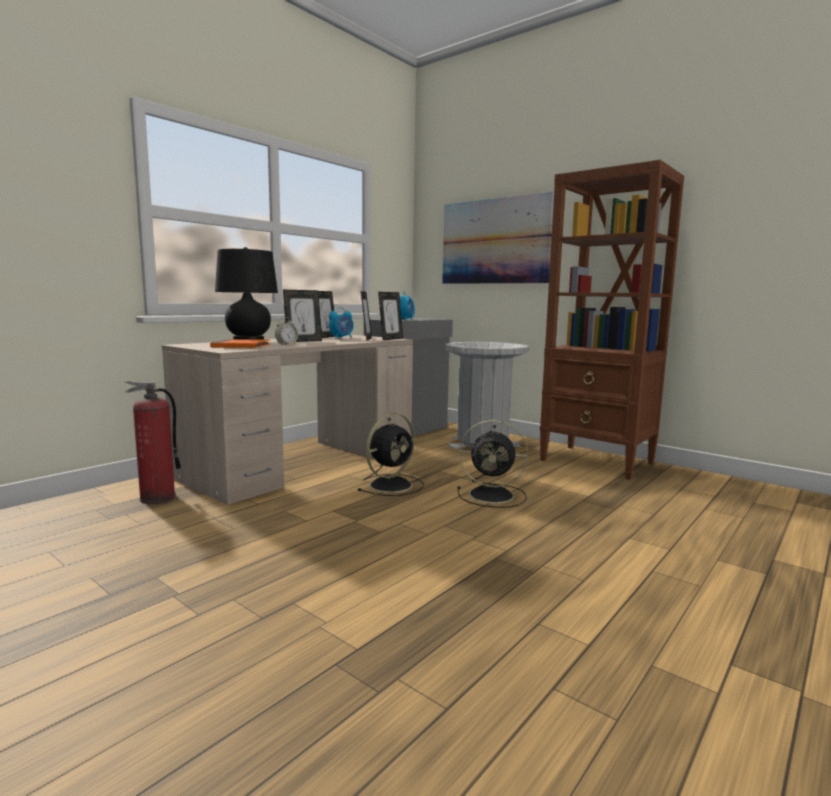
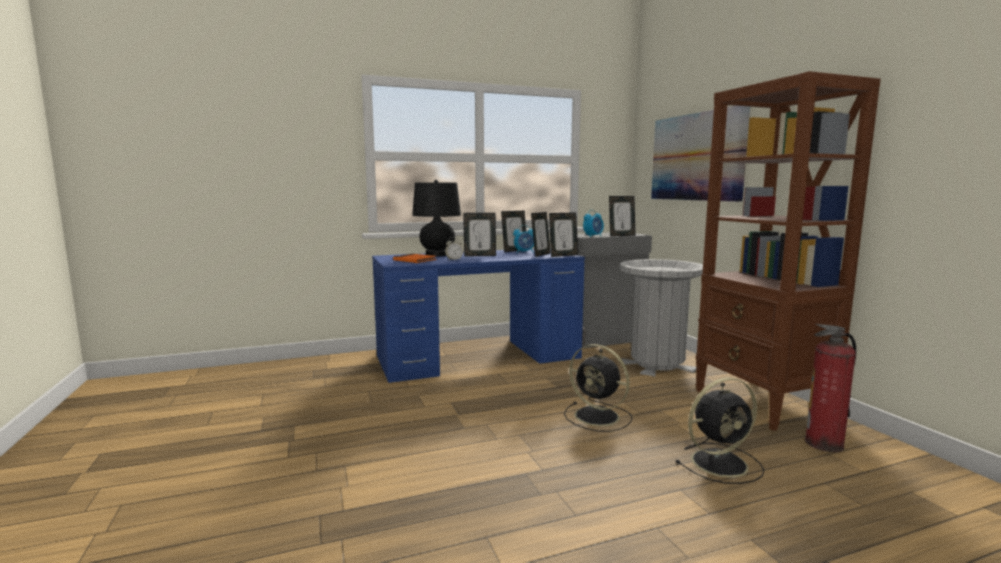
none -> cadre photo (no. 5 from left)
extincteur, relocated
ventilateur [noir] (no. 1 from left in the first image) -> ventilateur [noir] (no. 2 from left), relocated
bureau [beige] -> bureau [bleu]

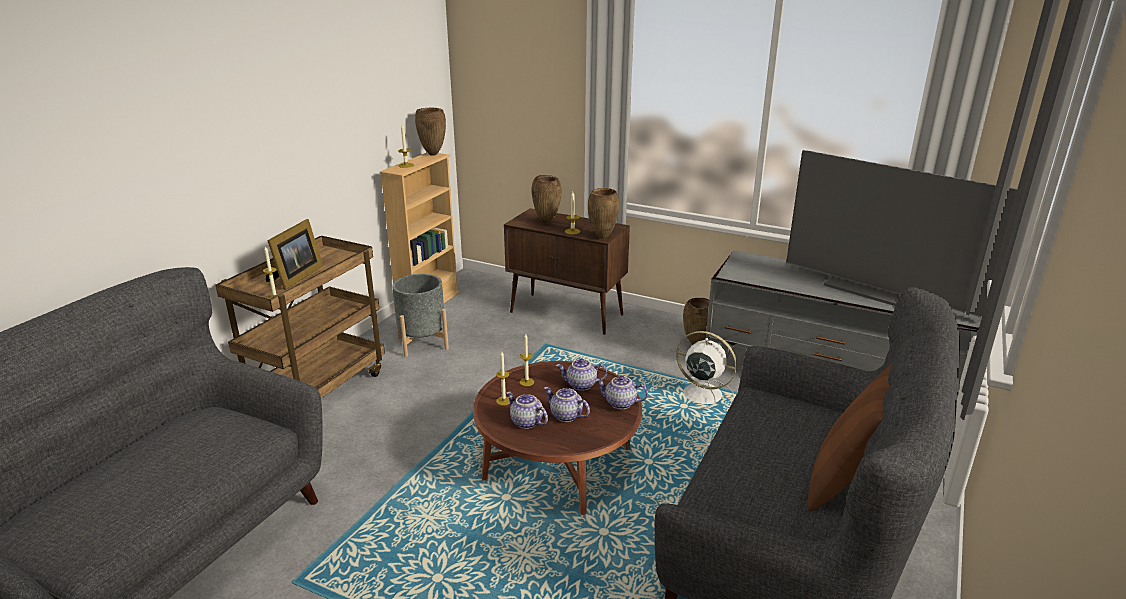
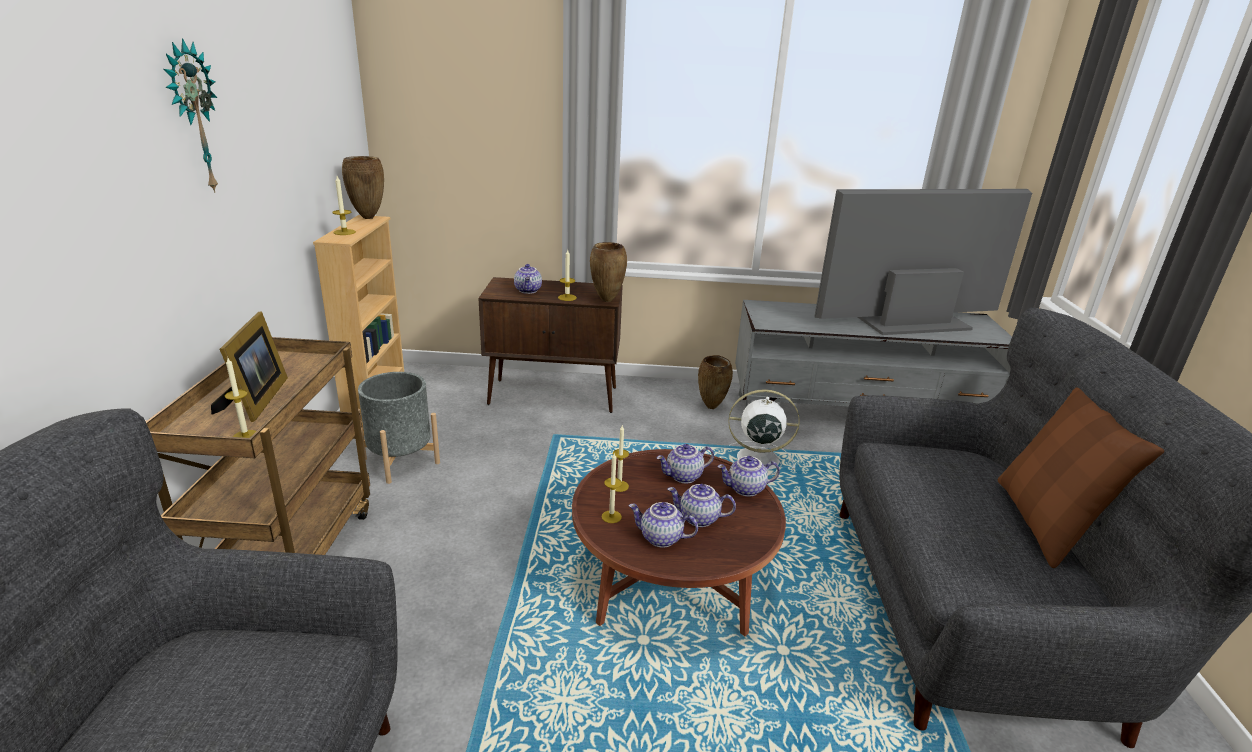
none -> horloge murale
vase [marron] (no. 2 from left) -> théière (no. 1 from left)
téléviseur, 150 degrees clockwise

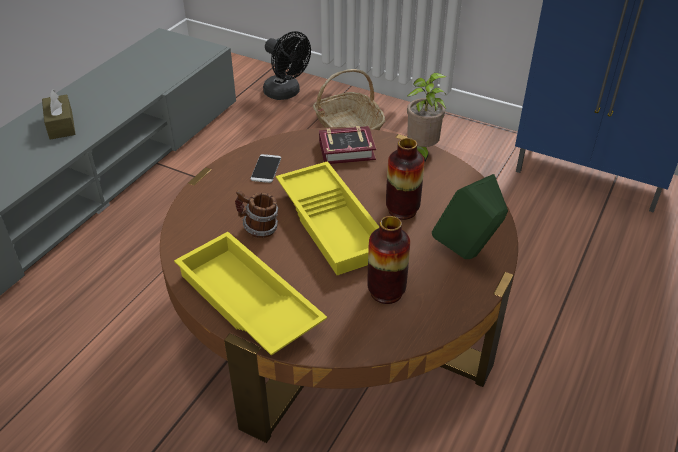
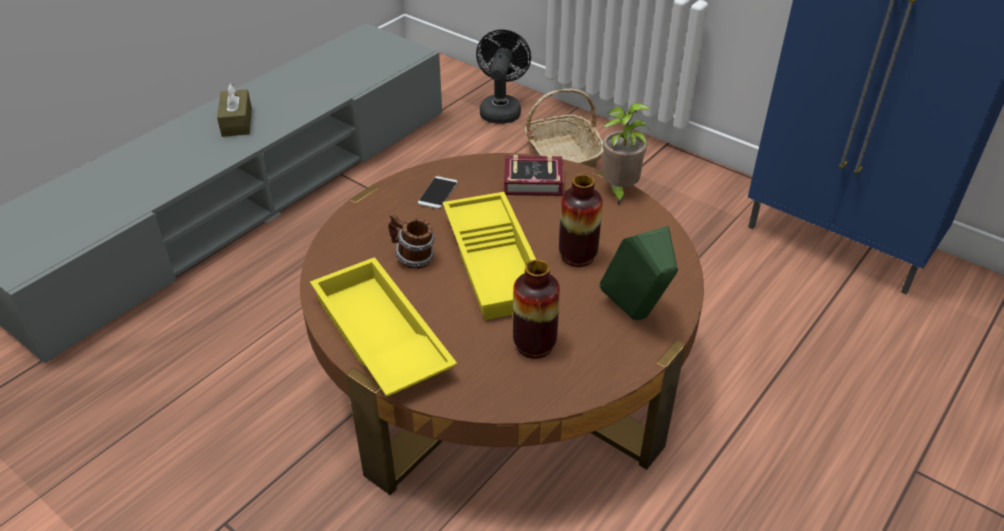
ventilateur [noir], 135 degrees counterclockwise

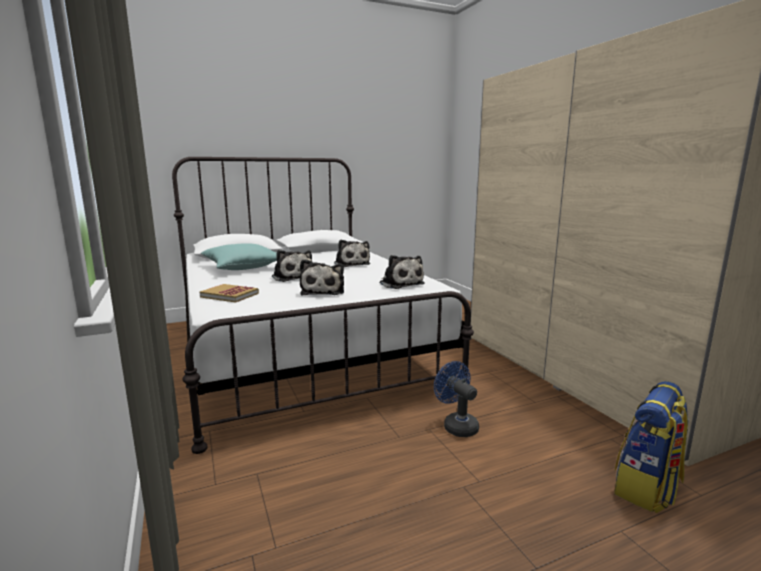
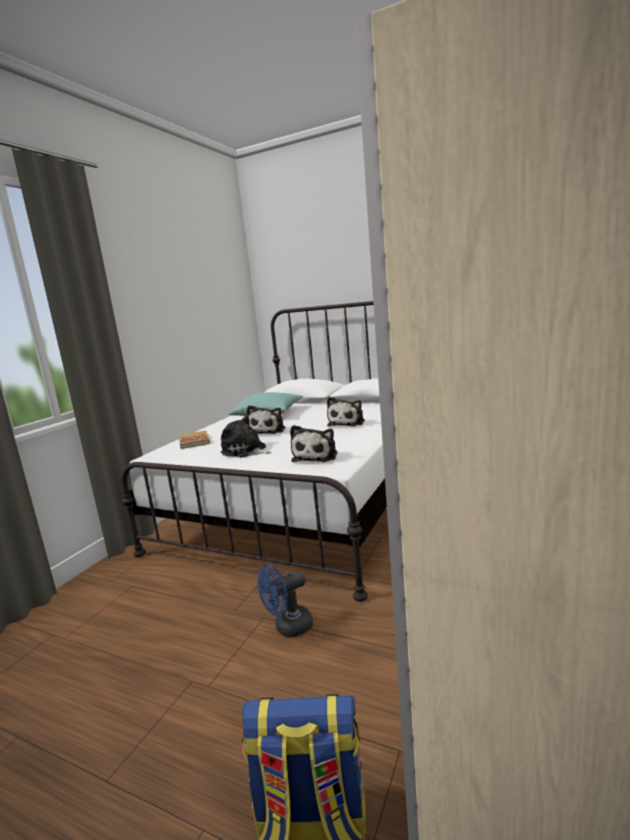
peluche (no. 2 from left in the first image) -> peluche (no. 1 from left), 75 degrees clockwise
ventilateur [bleu], 135 degrees counterclockwise

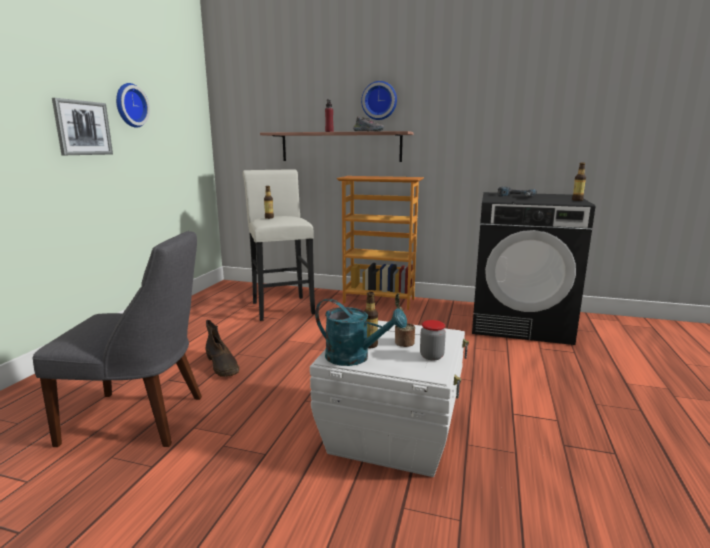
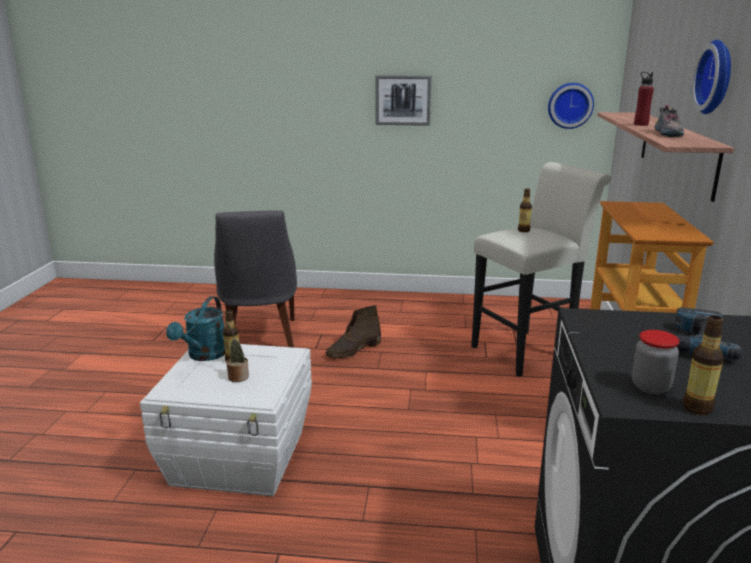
horloge murale (no. 1 from left), relocated
bocal, relocated

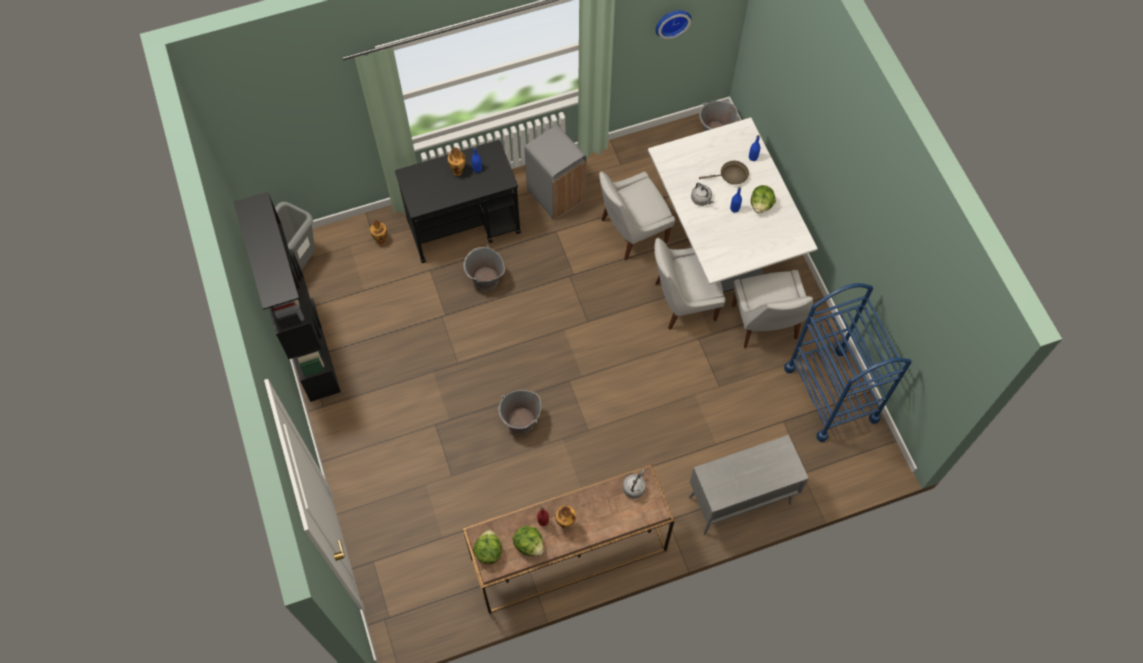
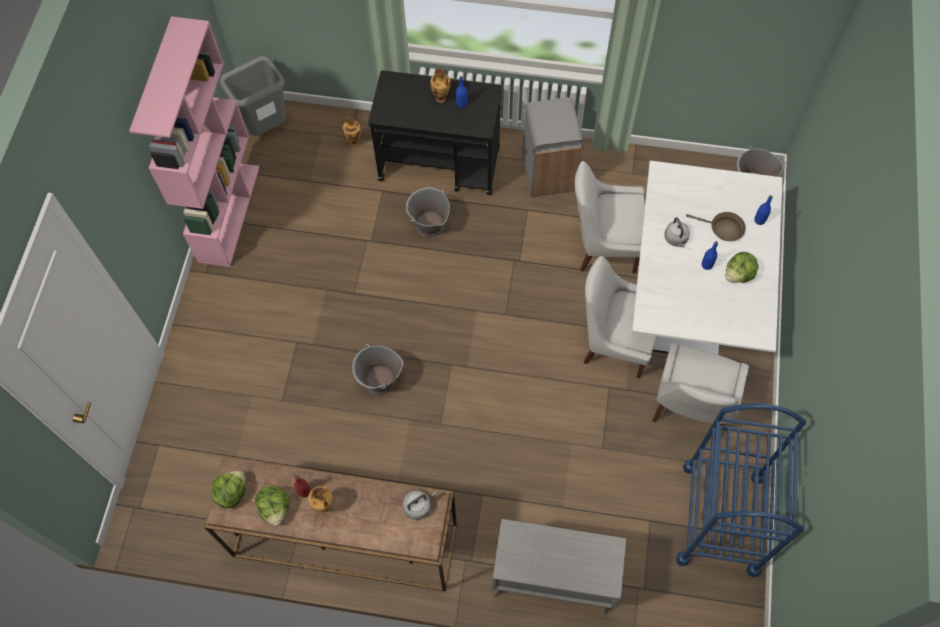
horloge murale -> none
bibliothèque [noir] -> bibliothèque [rose]

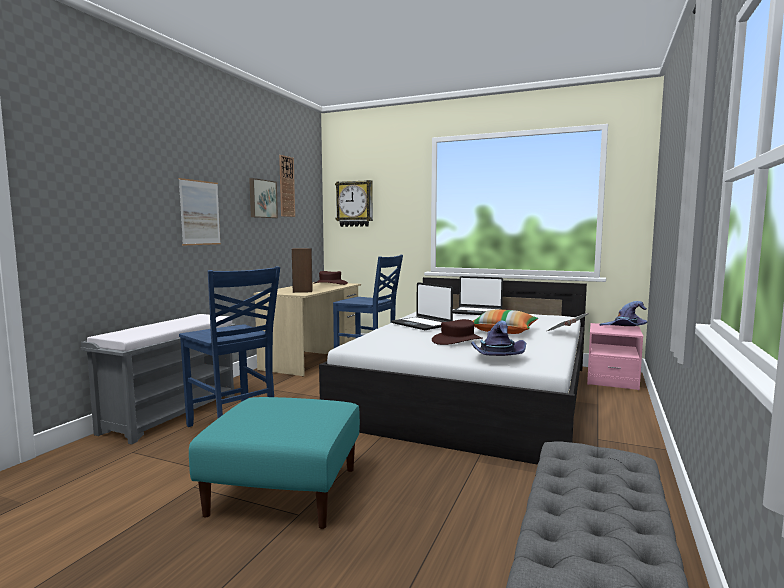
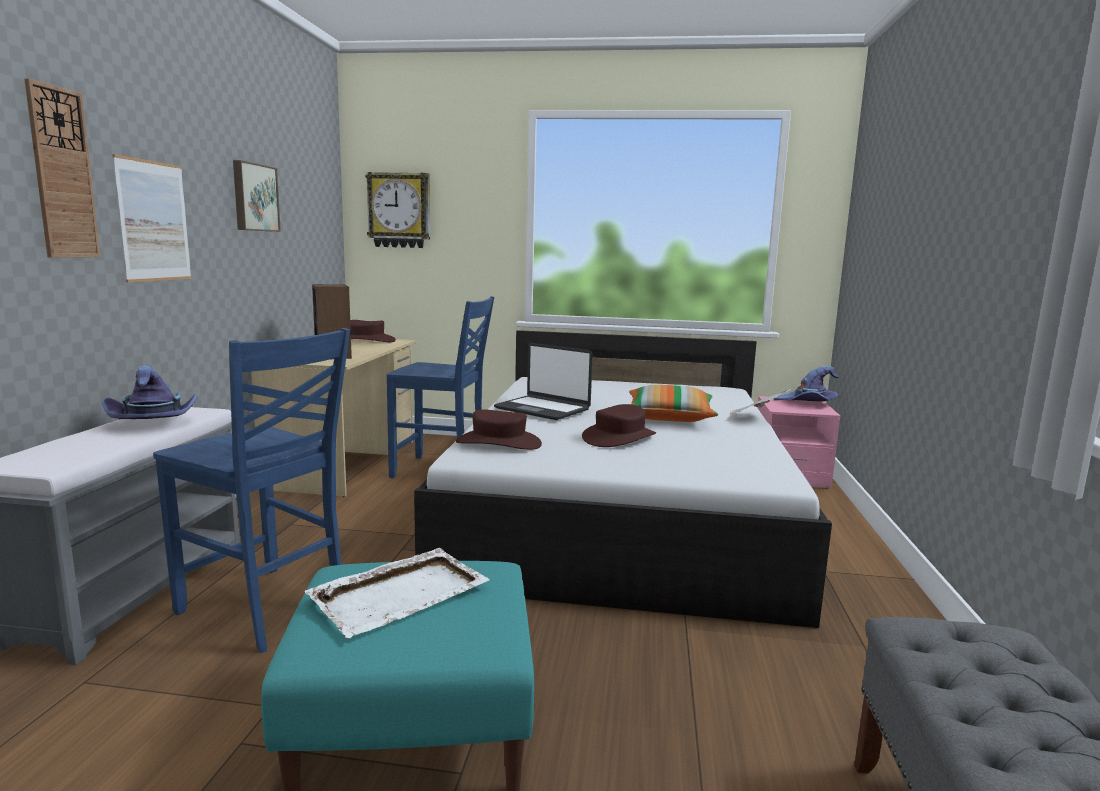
ordinateur portable (no. 2 from left) -> none
none -> plateau [blanc]
none -> chapeau [marron] (no. 2 from left)
horloge murale (no. 1 from left), relocated
chapeau [violet] (no. 1 from left), relocated

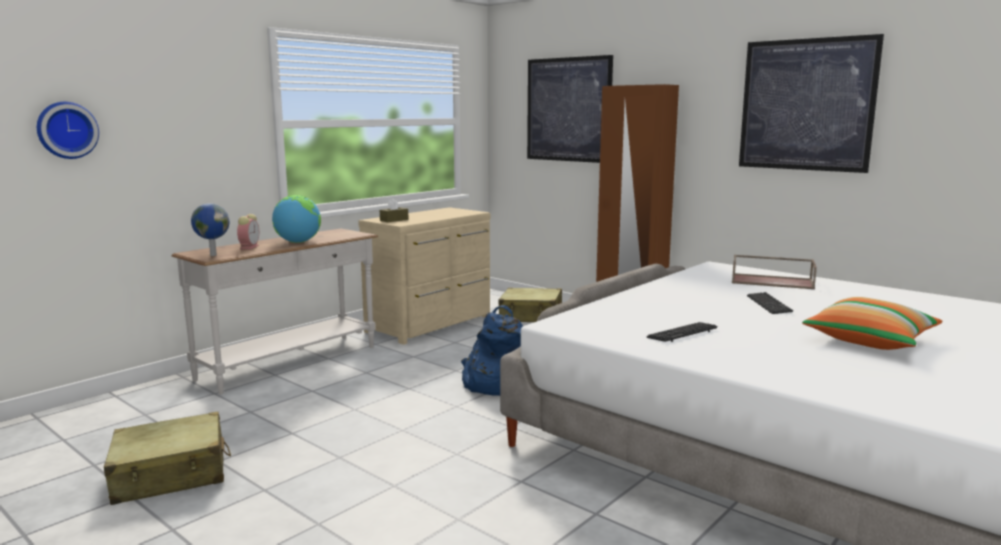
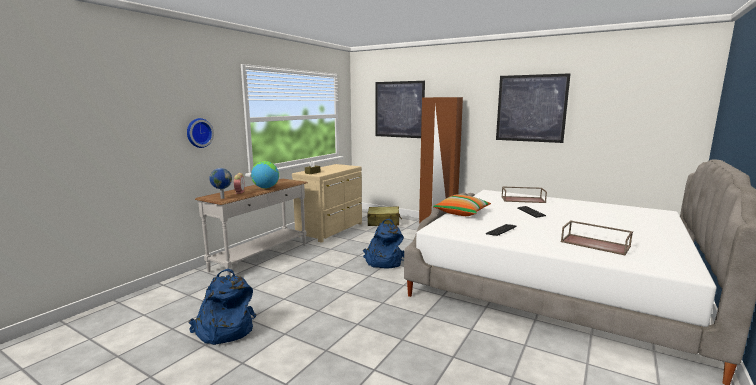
none -> plateau [marron] (no. 2 from left)
horloge murale, relocated
coussin, relocated
valise [beige] (no. 1 from left) -> sac à dos [bleu] (no. 1 from left)

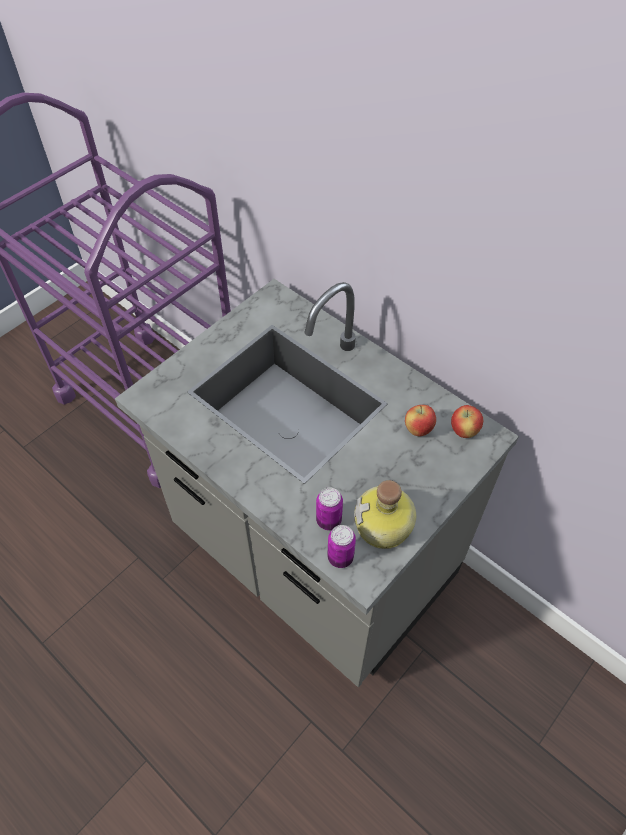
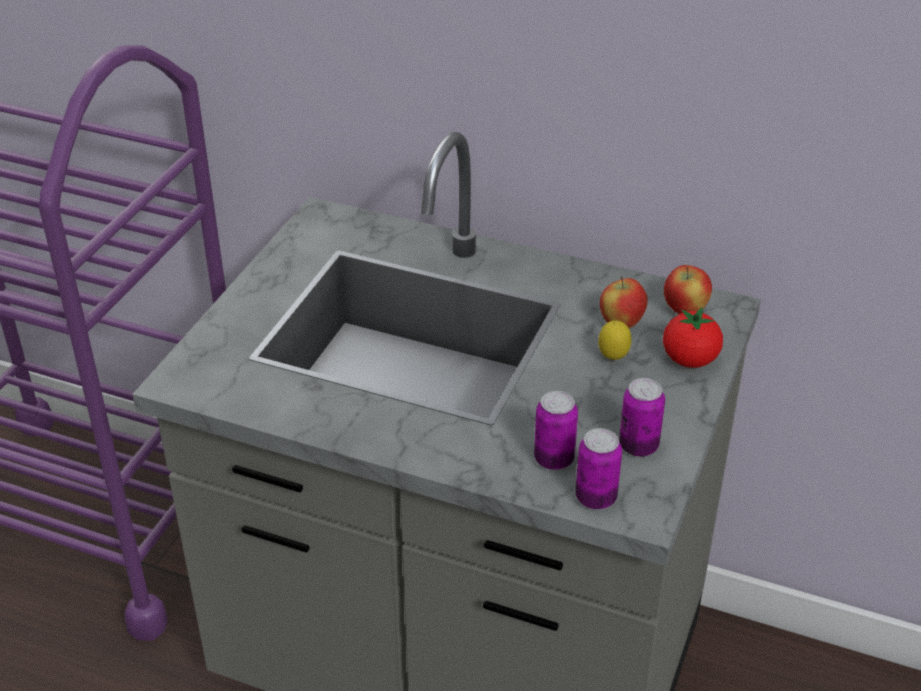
none -> citron
none -> tomate
bouteille -> boîte métallique (no. 3 from left)

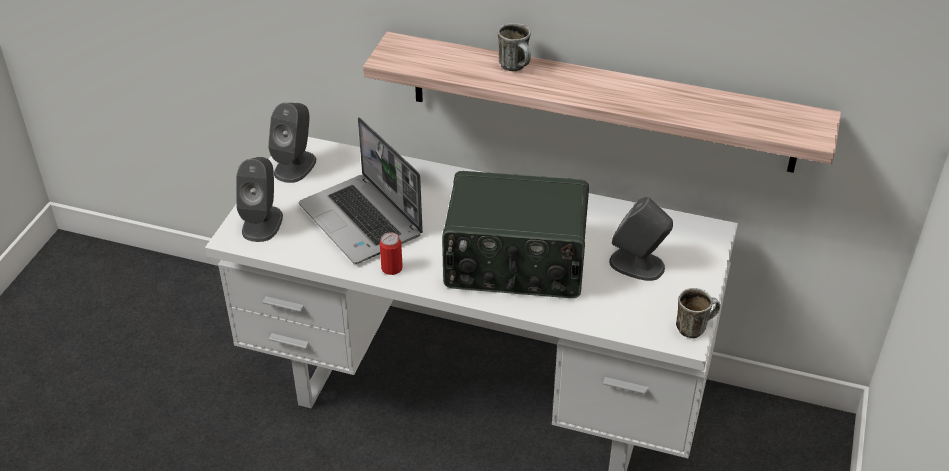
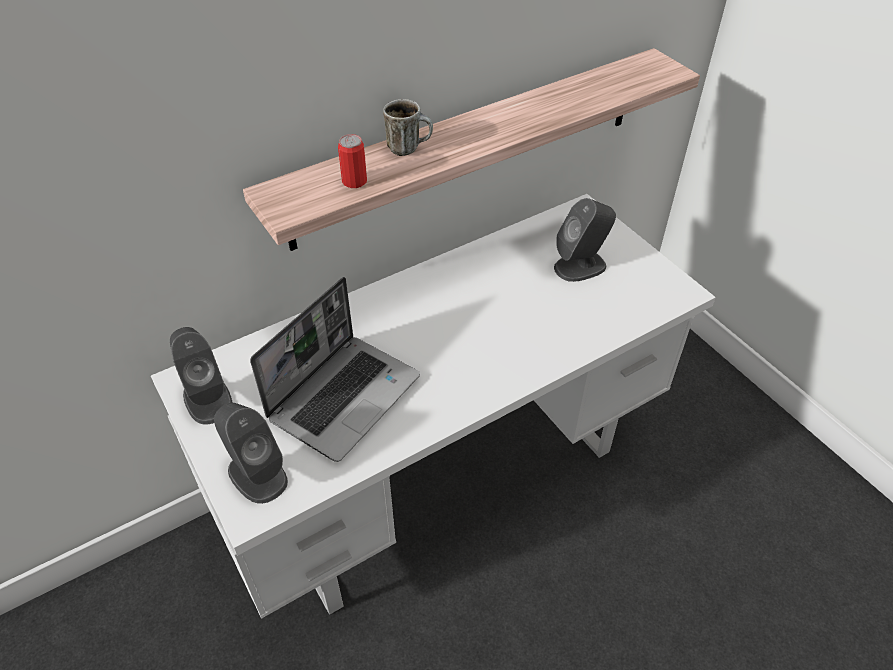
radio -> none
mug (no. 2 from left) -> none
boîte métallique, relocated
ordinateur portable, 60 degrees counterclockwise

